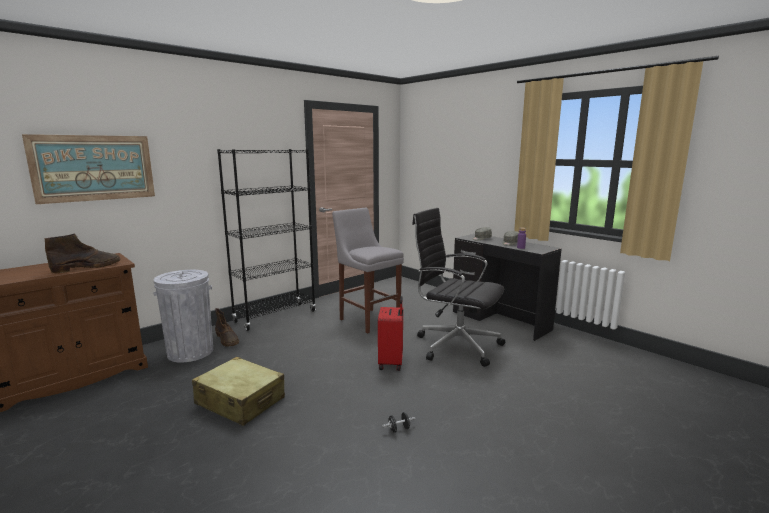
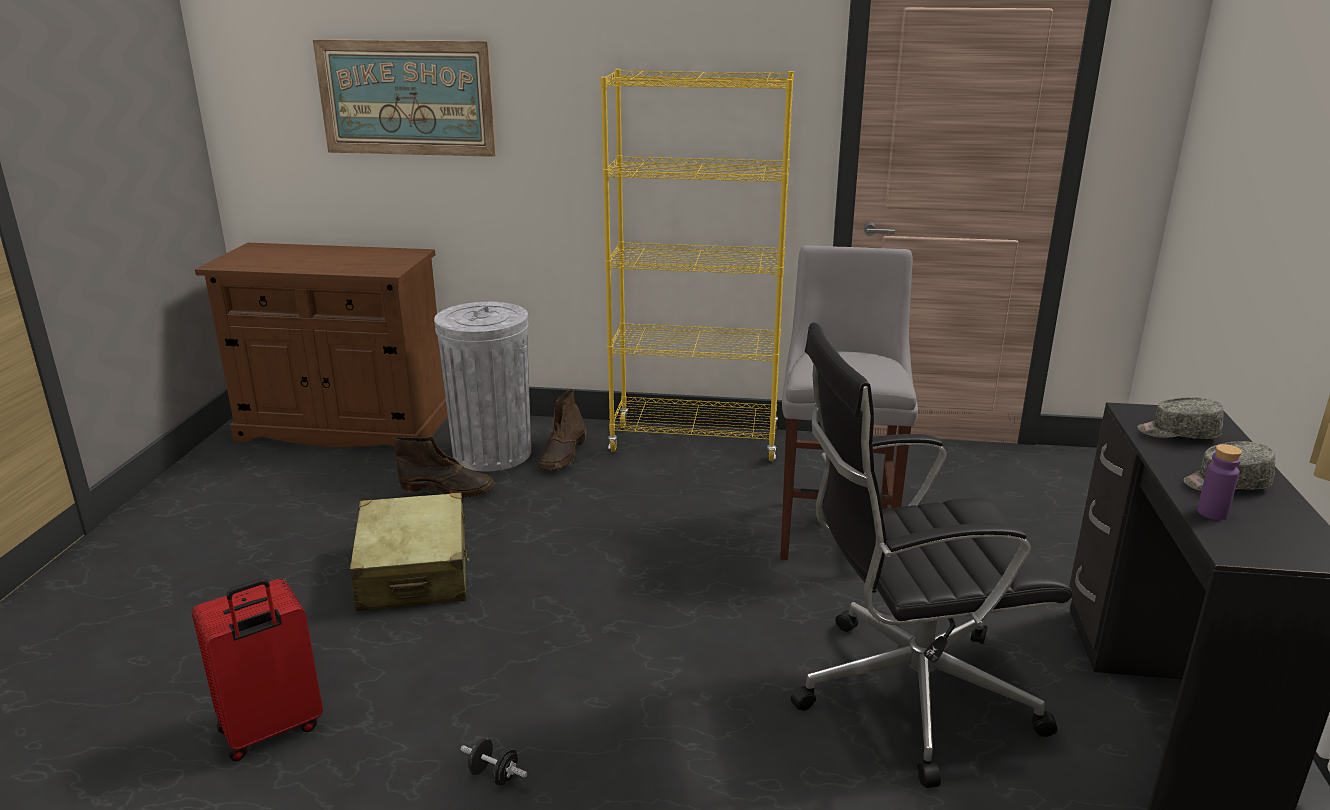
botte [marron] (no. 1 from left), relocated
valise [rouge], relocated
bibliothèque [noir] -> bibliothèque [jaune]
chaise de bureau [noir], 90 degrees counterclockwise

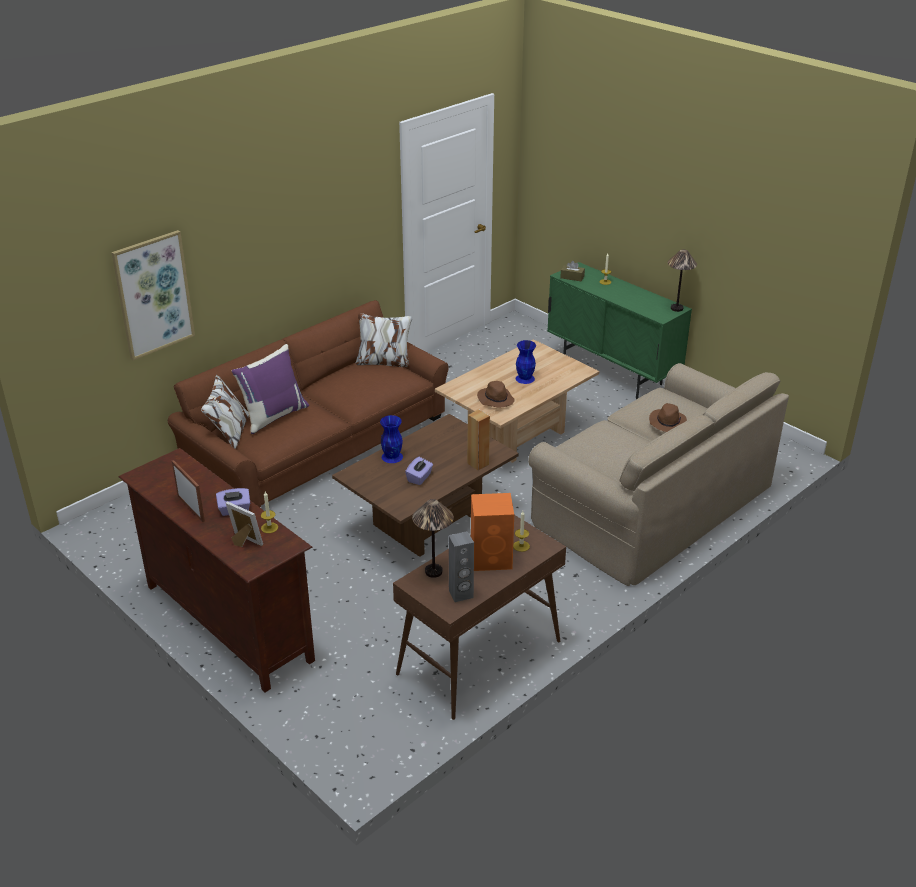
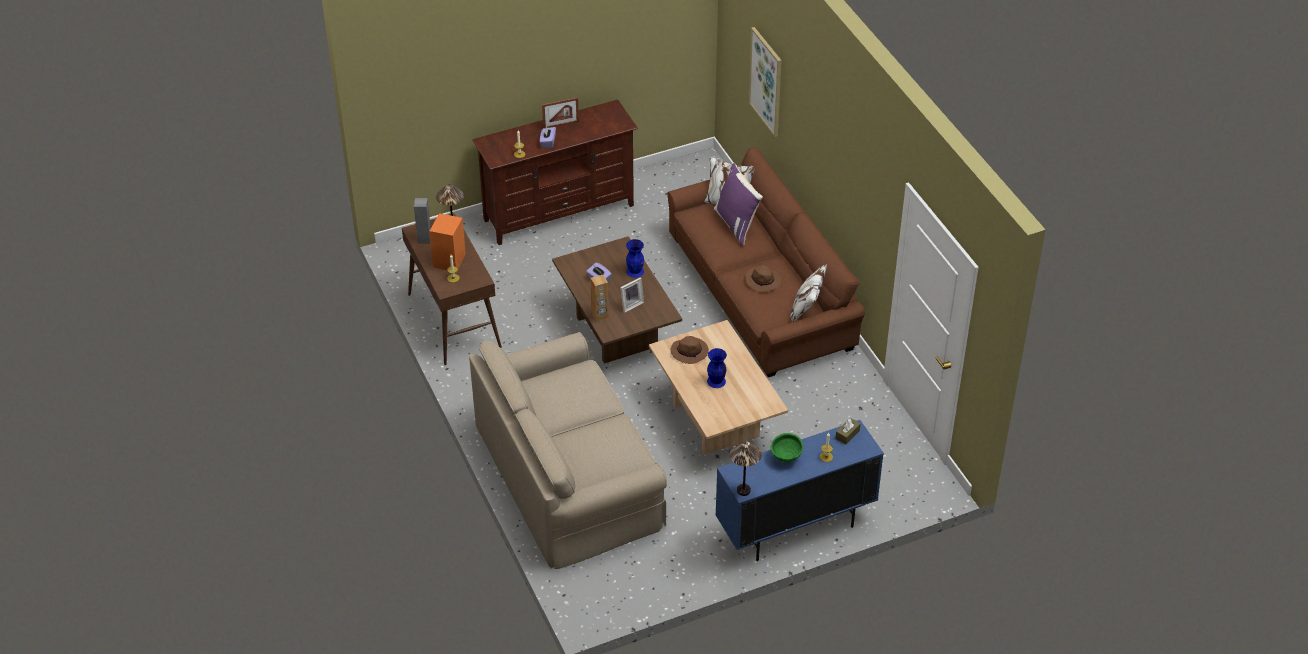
none -> bol [vert]
cadre photo (no. 2 from left), relocated
chapeau [marron] (no. 2 from left), relocated
meuble de rangement [vert] -> meuble de rangement [bleu]

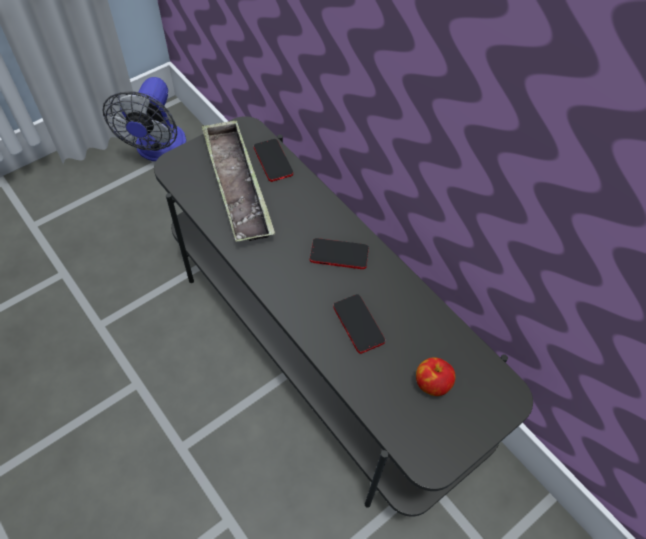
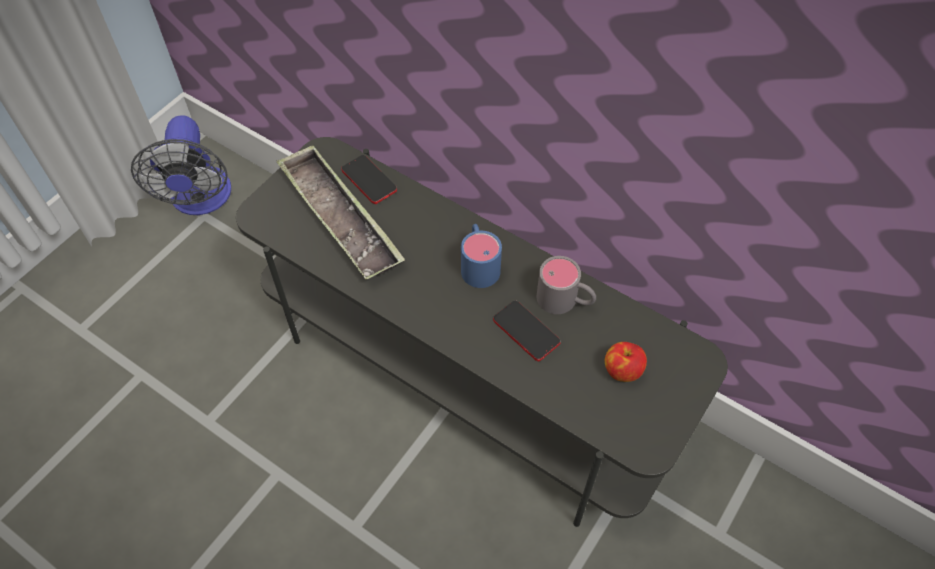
none -> mug [gris]
téléphone (no. 2 from left) -> mug [bleu]

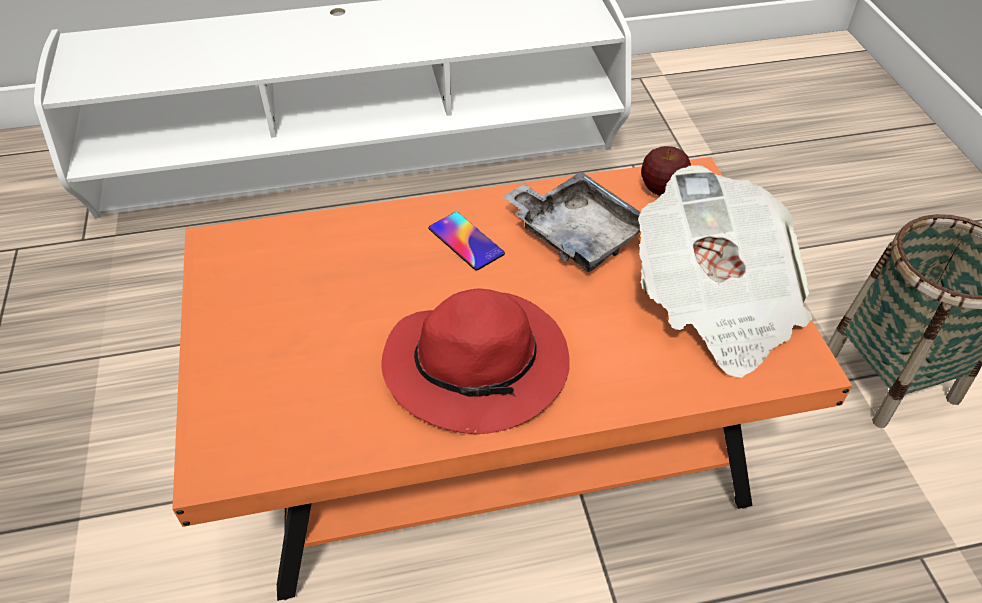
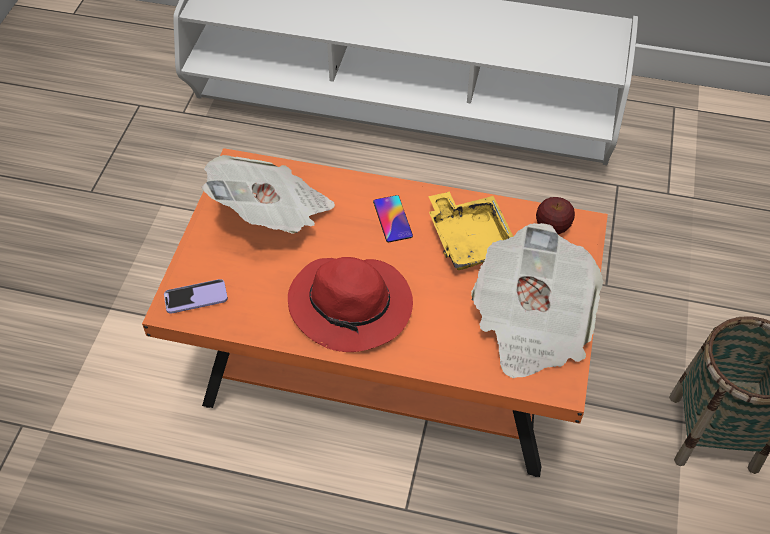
none -> téléphone (no. 1 from left)
none -> journal (no. 1 from left)
plateau [gris] -> plateau [jaune]

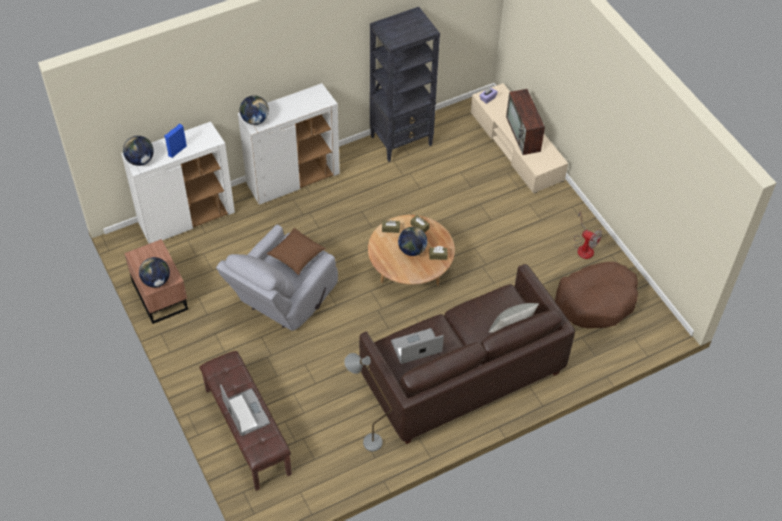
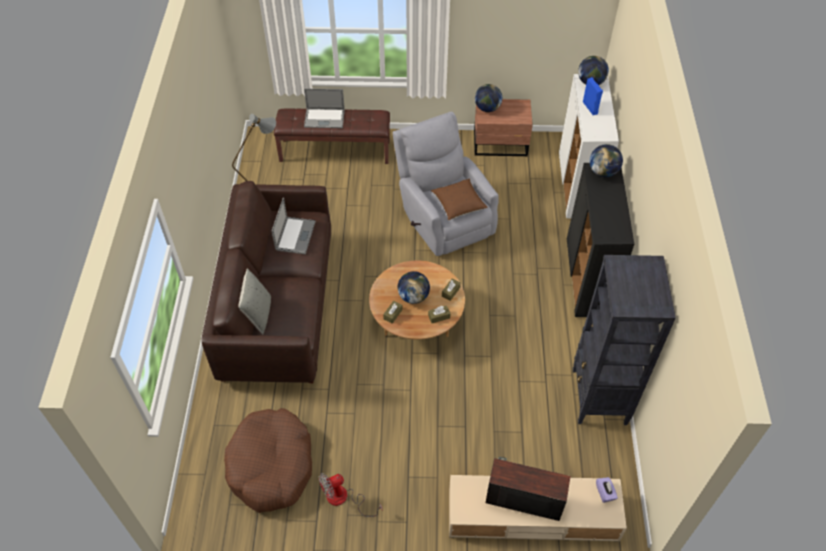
meuble de rangement [blanc] (no. 2 from left) -> meuble de rangement [noir]

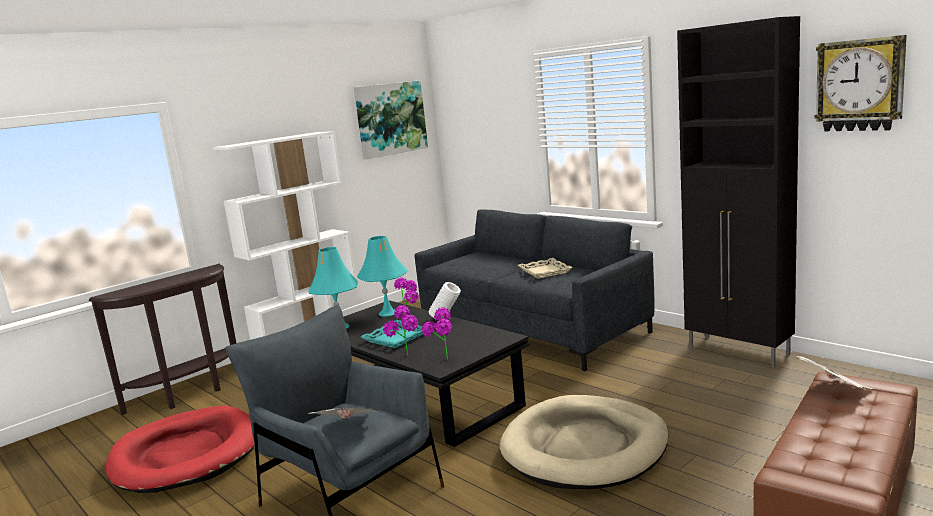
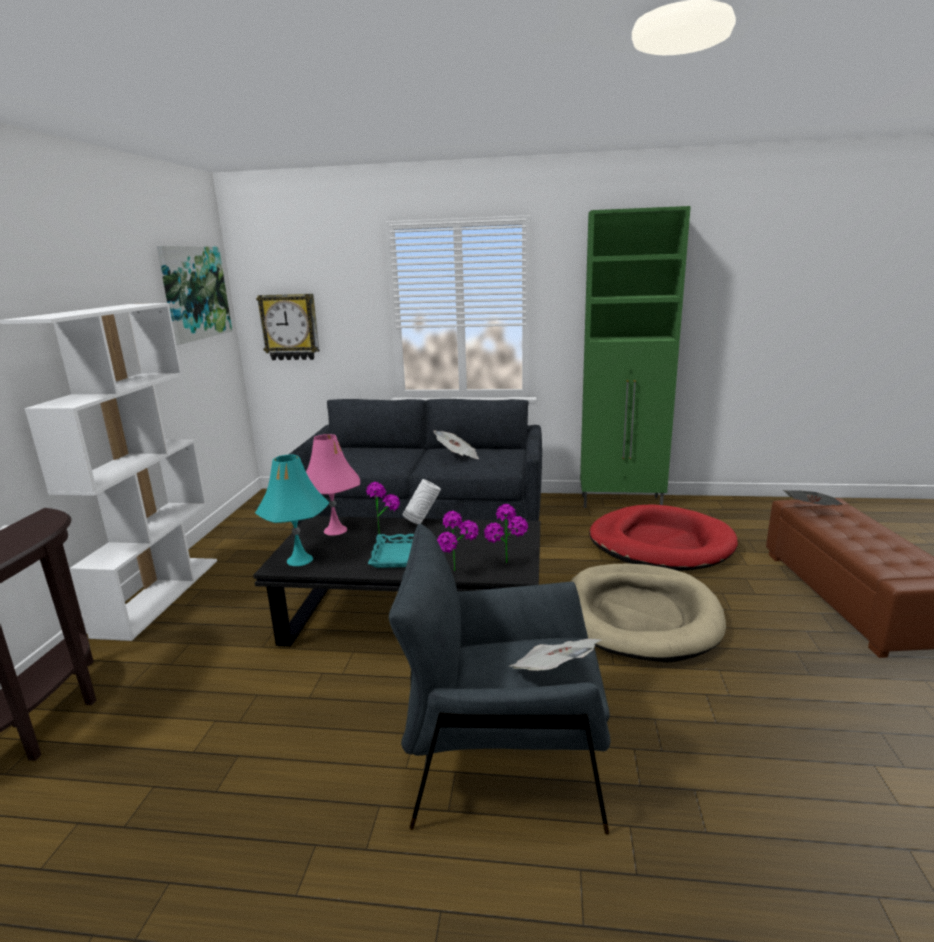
panier pour chien [rouge], relocated
horloge murale, relocated
plateau [beige] -> journal (no. 1 from left)
lampe de table [turquoise] (no. 2 from left) -> lampe de table [rose]
meuble de rangement [noir] -> meuble de rangement [vert]

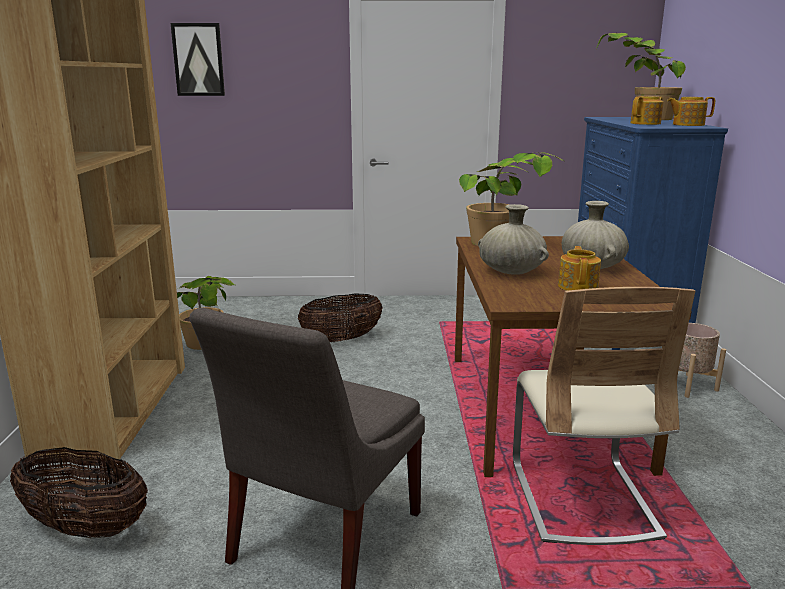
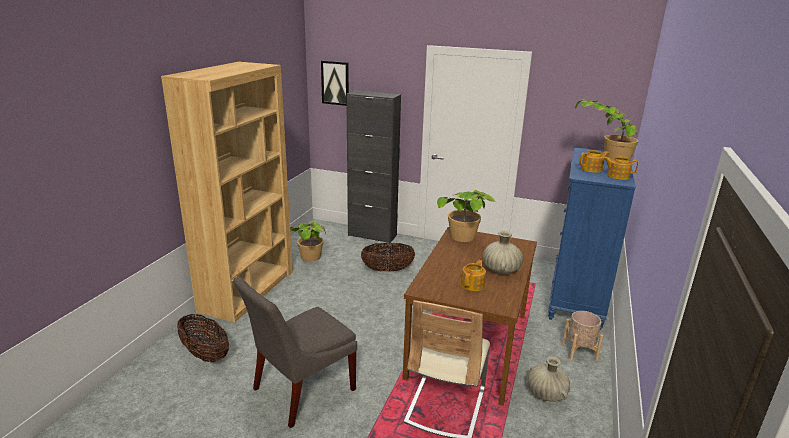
none -> meuble de rangement [noir]
vase [beige] (no. 1 from left in the first image) -> vase [beige] (no. 2 from left), relocated

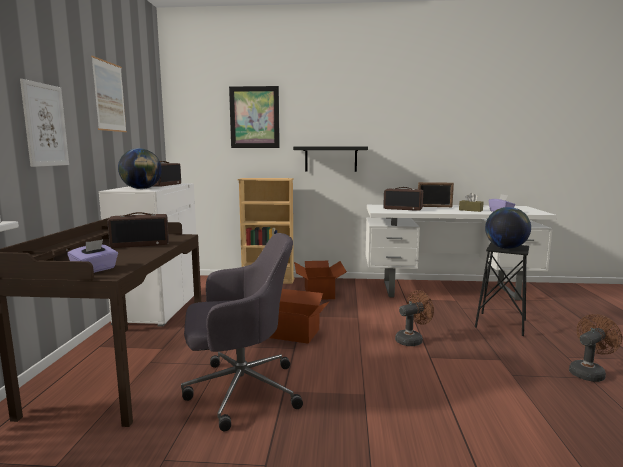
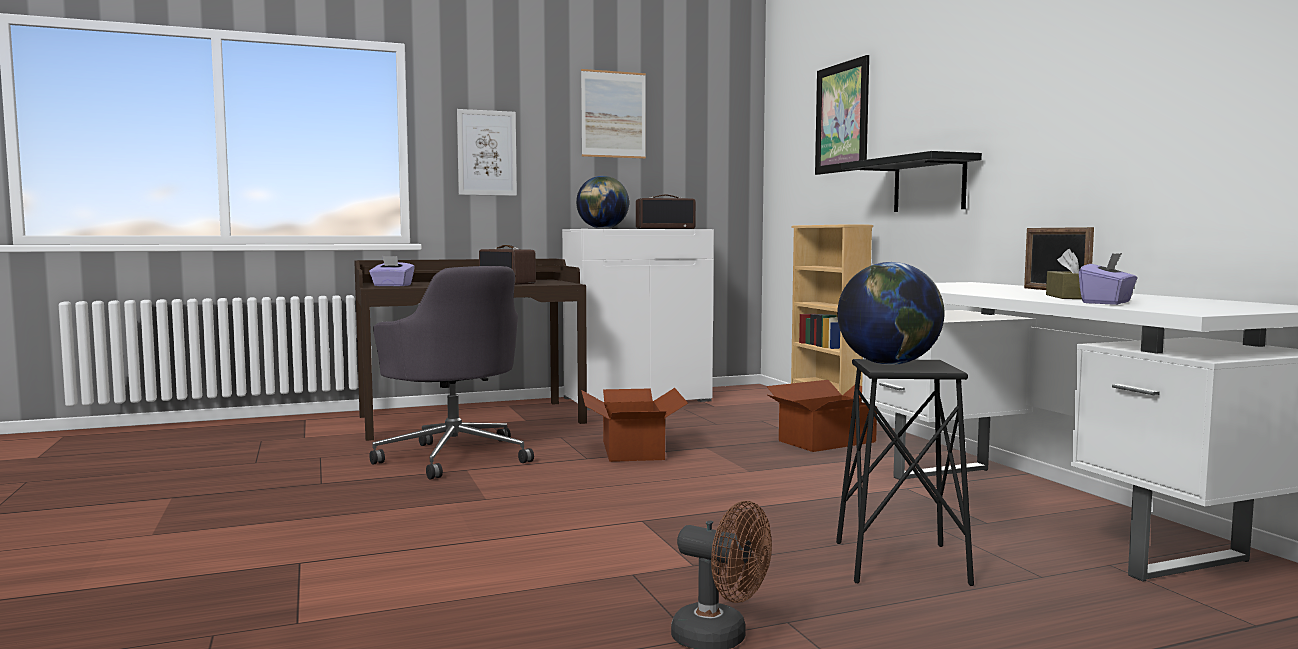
radio (no. 3 from left) -> none
ventilateur [marron] (no. 1 from left) -> none

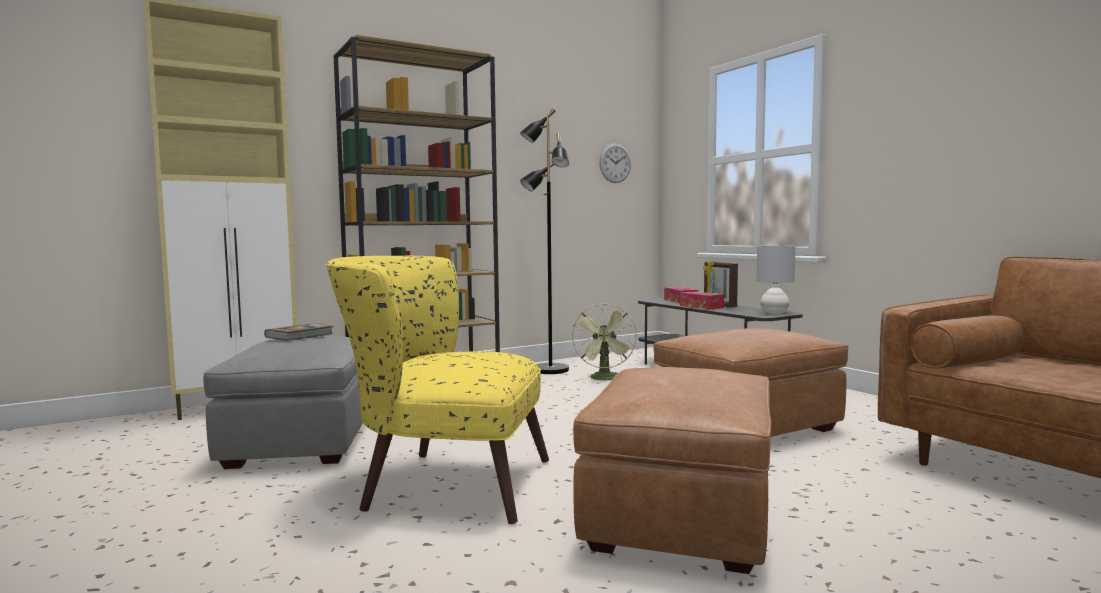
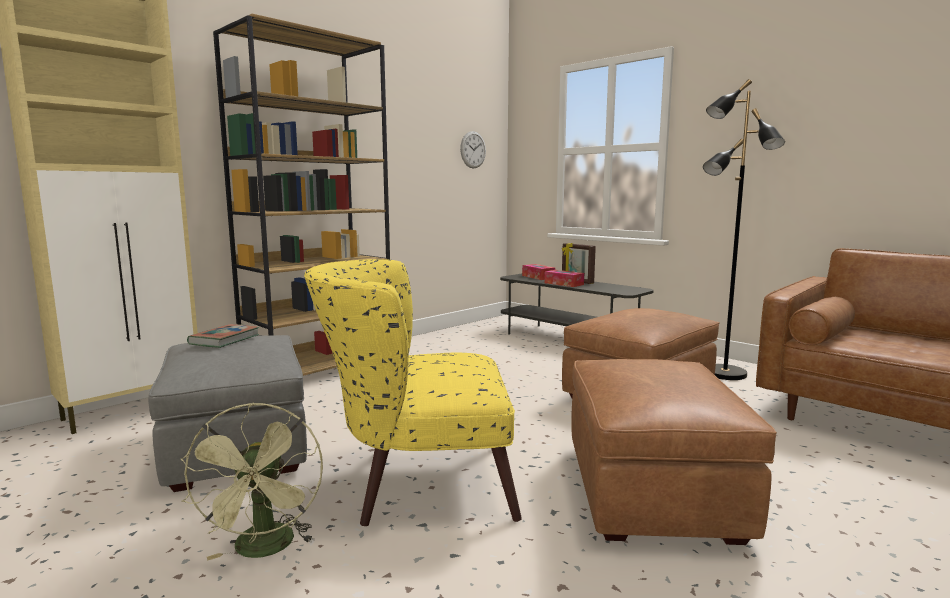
lampe de table [gris] -> none
lampadaire [noir], relocated
ventilateur [vert], relocated

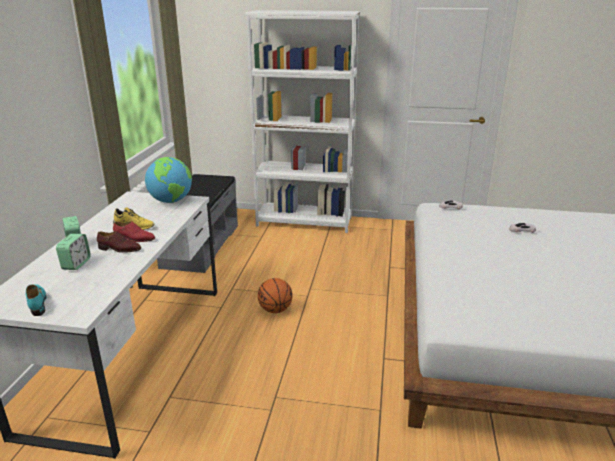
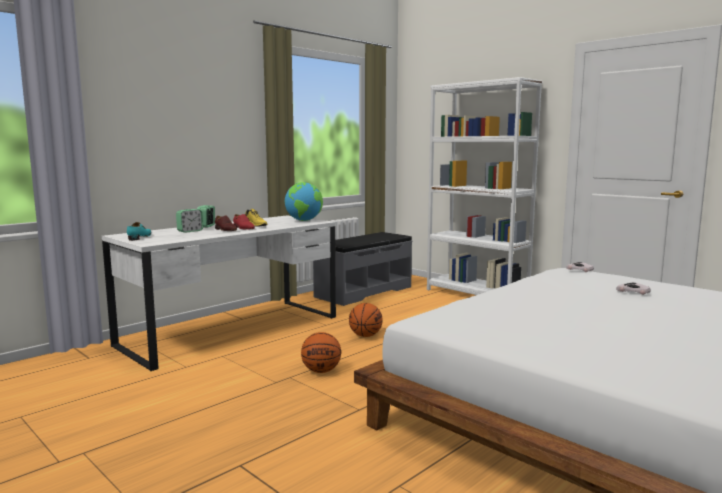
none -> ballon de basket (no. 1 from left)

